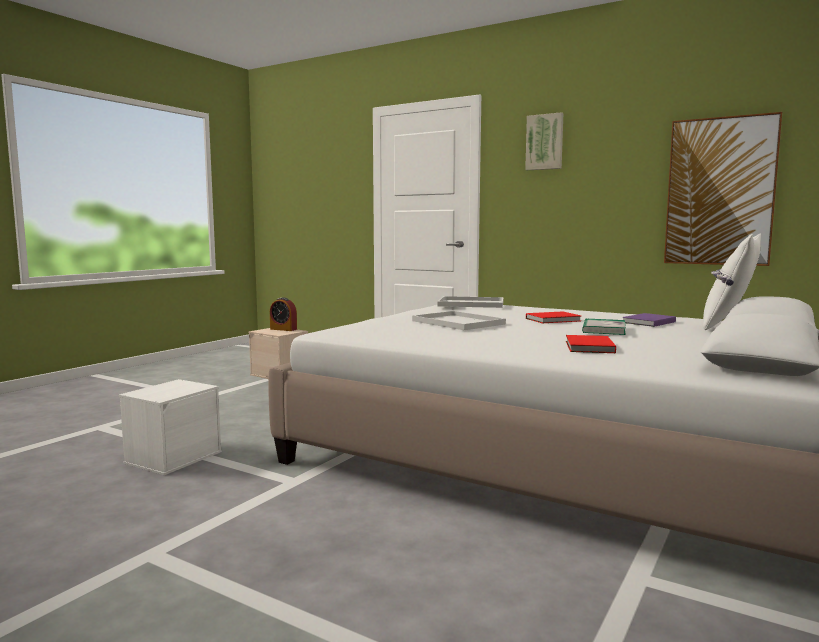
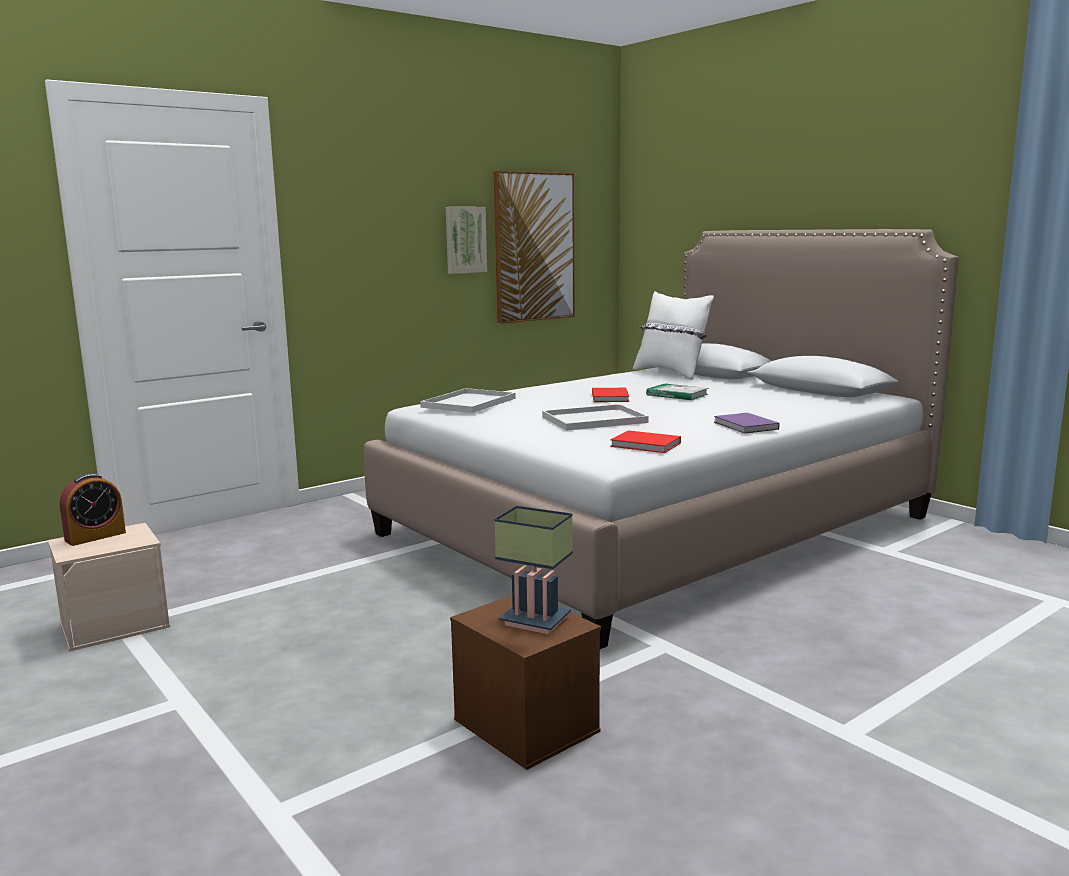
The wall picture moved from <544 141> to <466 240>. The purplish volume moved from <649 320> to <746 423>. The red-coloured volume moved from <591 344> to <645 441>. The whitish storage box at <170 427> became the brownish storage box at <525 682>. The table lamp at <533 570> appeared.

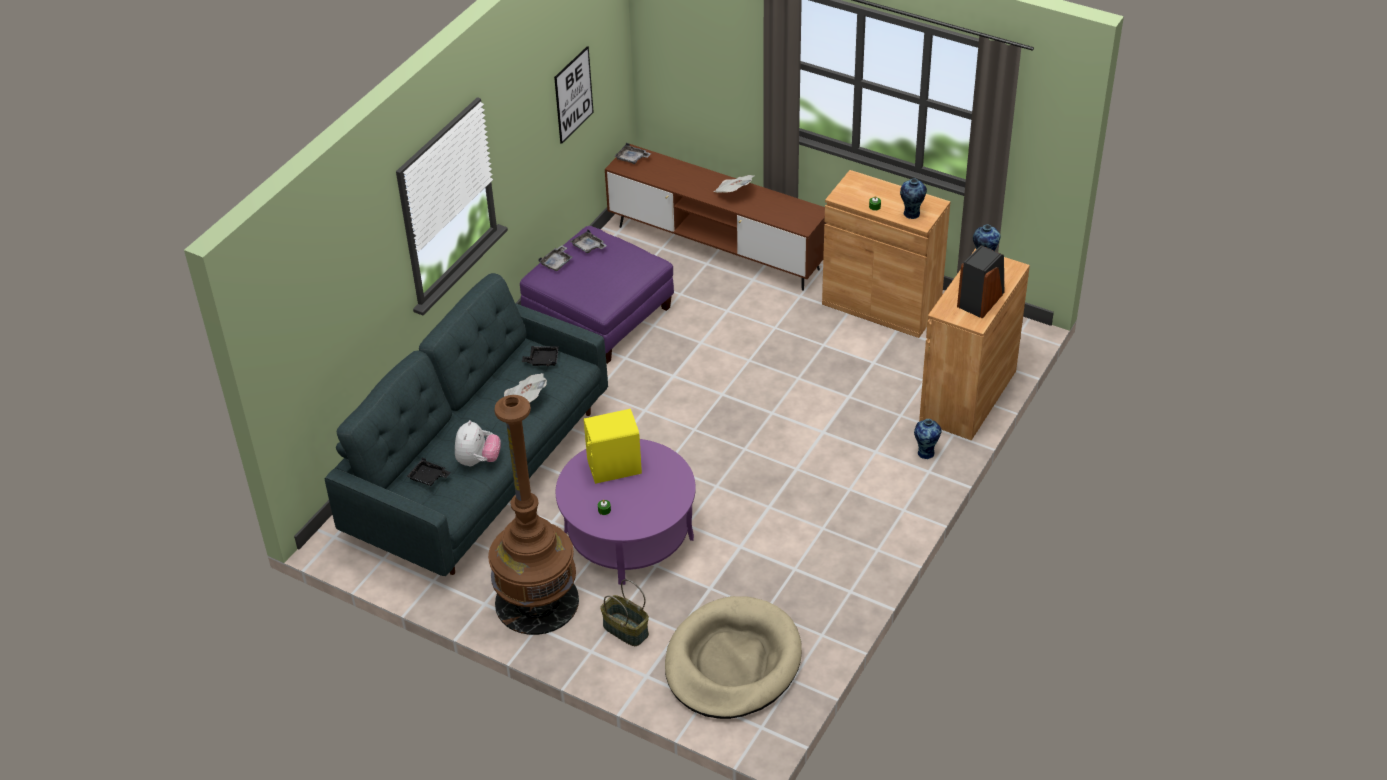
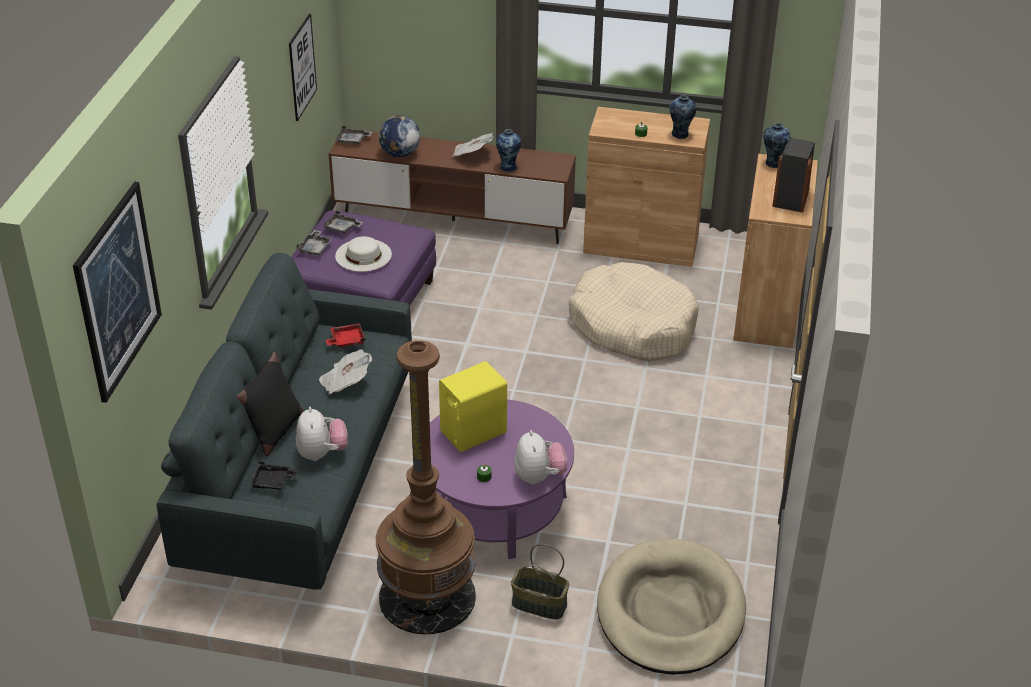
The blackish carrying tray at <540 356> became the red-coloured carrying tray at <346 335>. The decorative vase moved from <928 439> to <508 150>. The desk globe at <399 136> appeared. The wall picture at <117 292> appeared. The whitish wearable hat at <363 254> appeared. The beige-coloured dog cushion at <634 312> appeared. The blackish pillow at <270 404> appeared. The soft toy at <540 457> appeared.

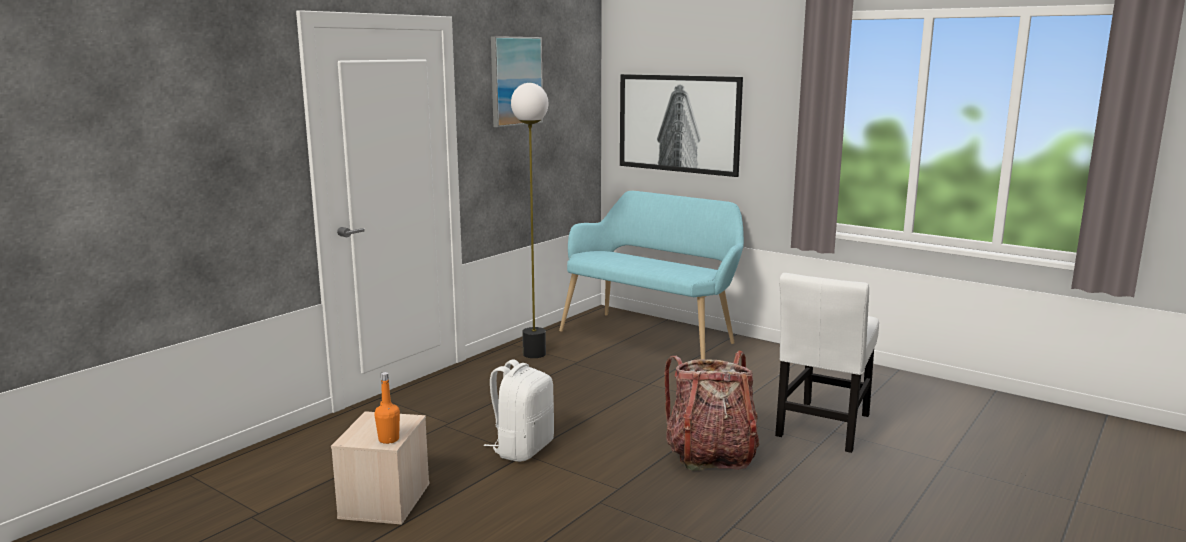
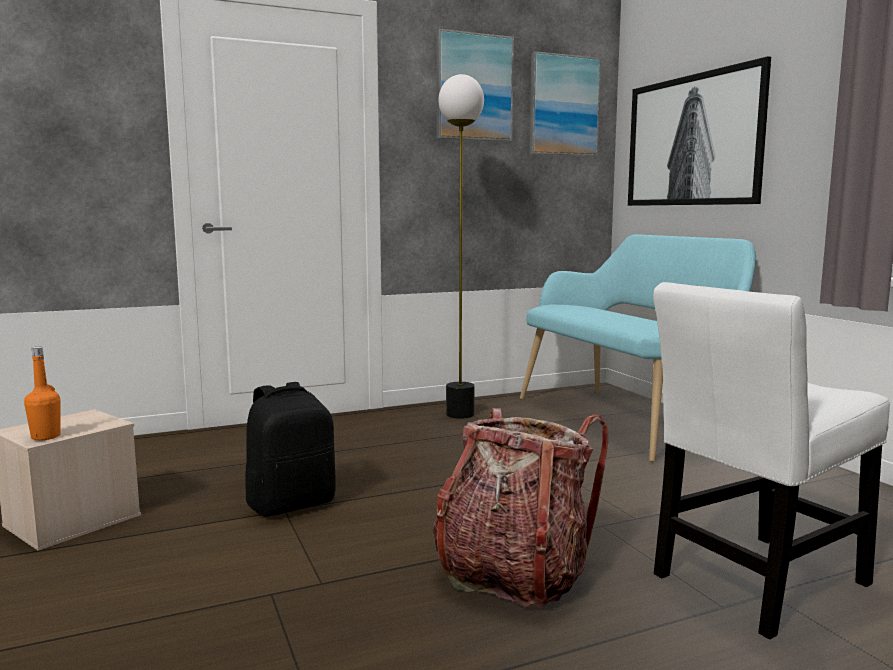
The whitish backpack at <519 410> became the blackish backpack at <290 449>. The wall picture at <565 103> appeared.

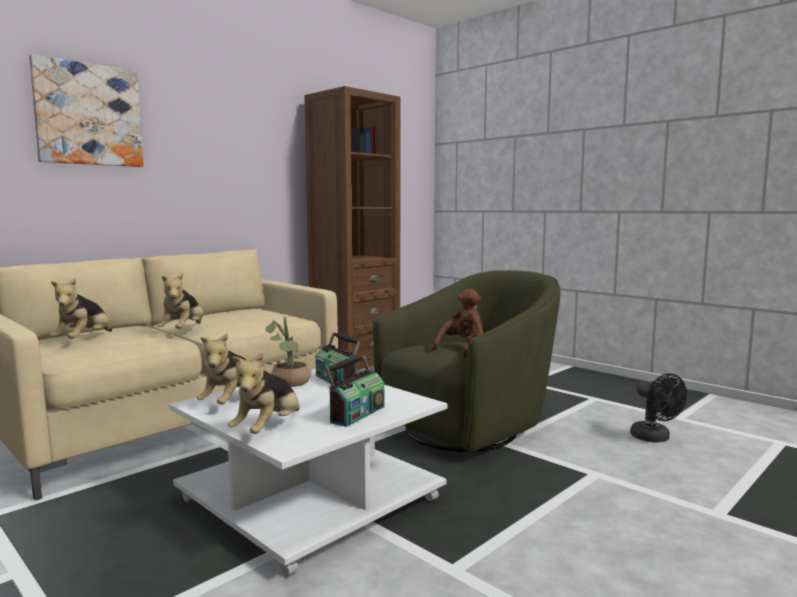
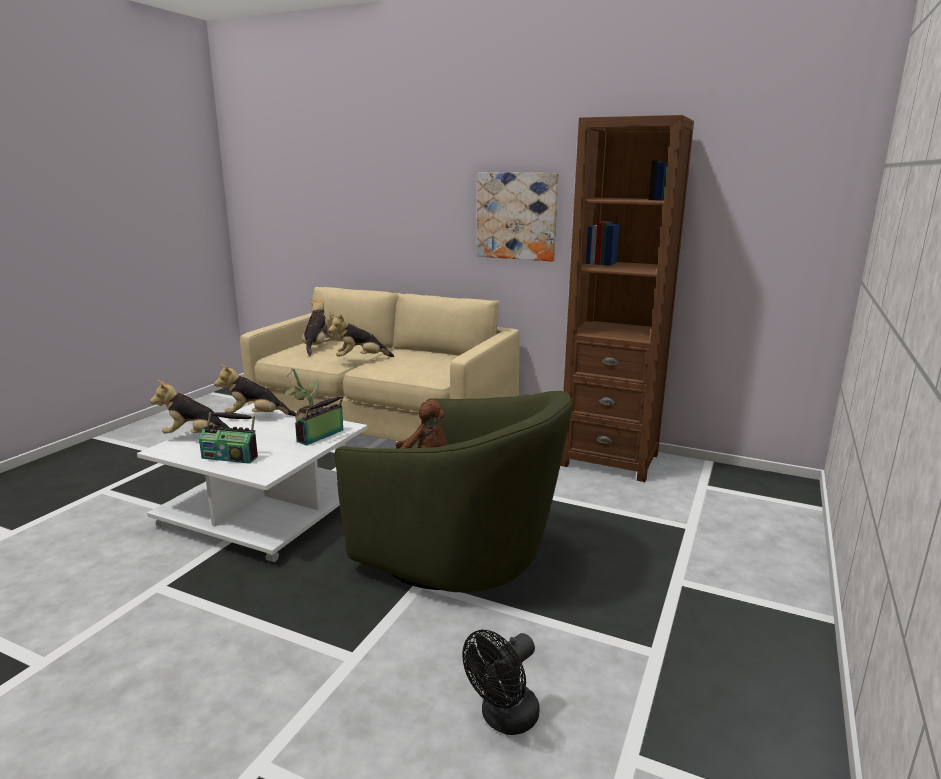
The wall picture moved from <86 110> to <518 216>. The soft toy at <81 308> turned 105 degrees clockwise.

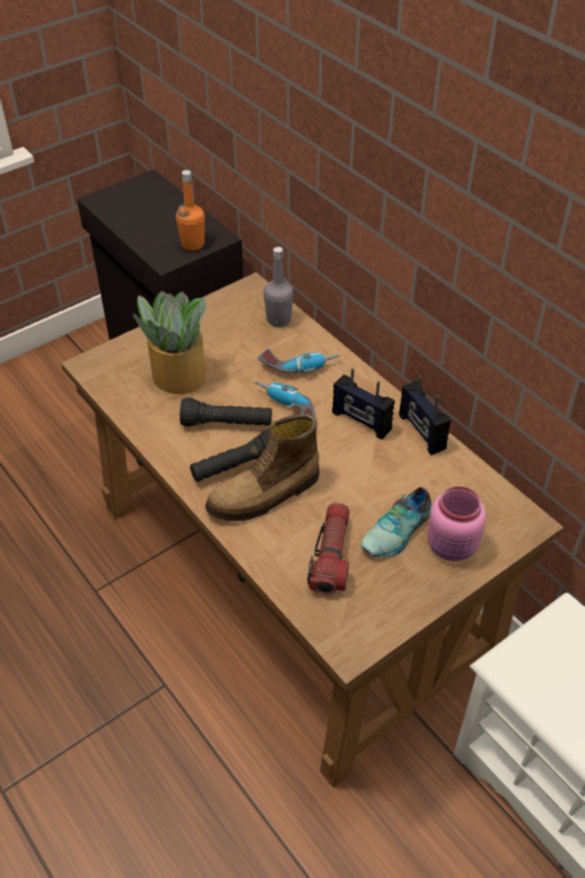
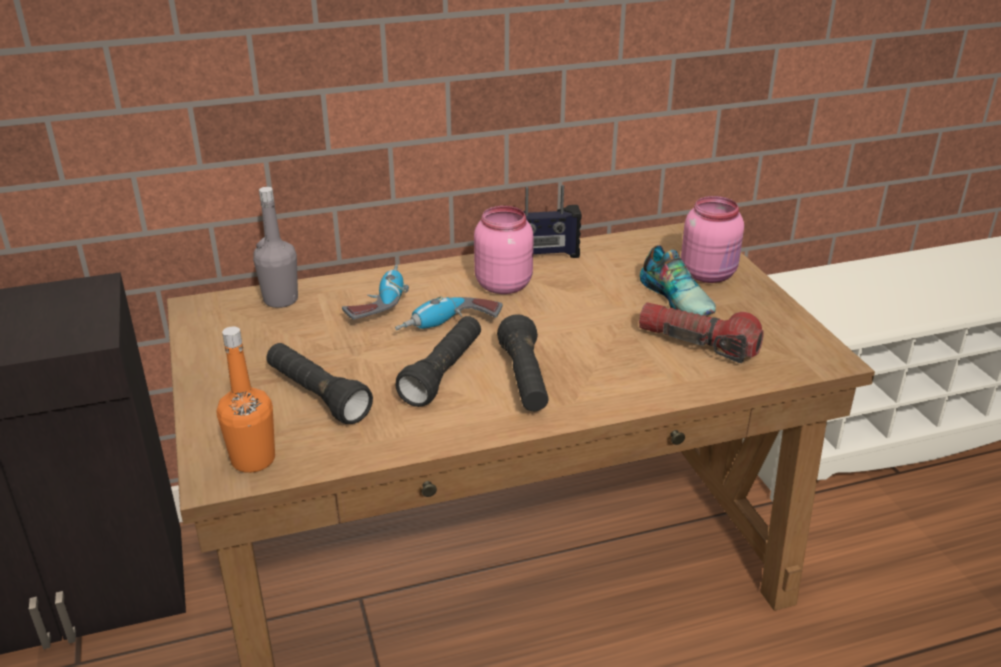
The orange bottle moved from <190 210> to <246 399>. The plant in a pot at <169 342> was replaced by the blackish torch at <320 383>. The radio at <363 403> was replaced by the pinkish storage jar at <504 250>. The tall boot at <262 467> disappeared.

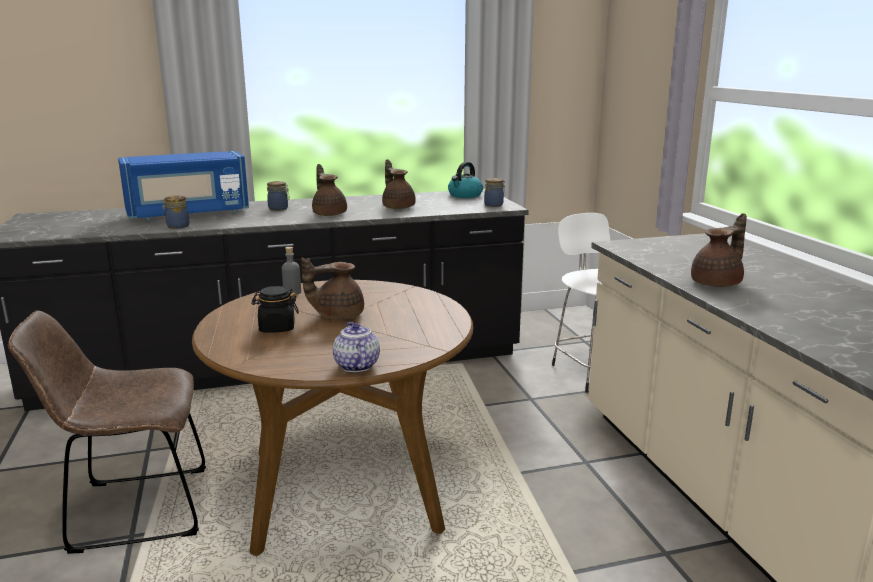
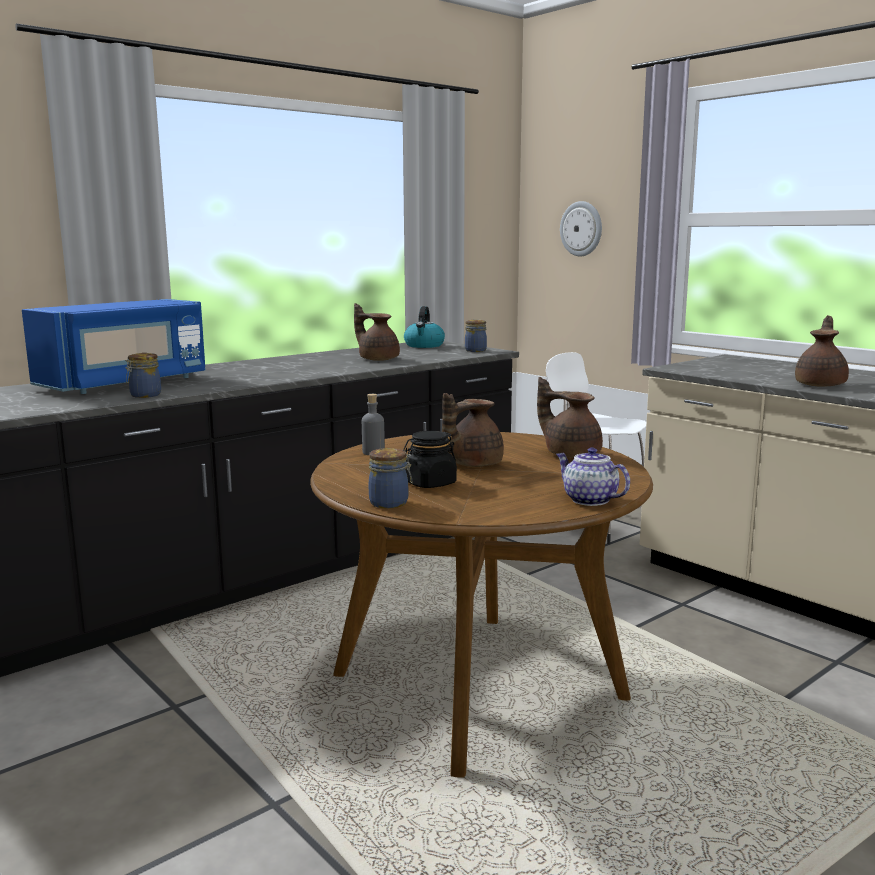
The brownish teapot moved from <329 190> to <570 417>. The storage jar moved from <278 196> to <390 478>. The brownish plain chair at <107 432> disappeared. The wall clock at <581 229> appeared.

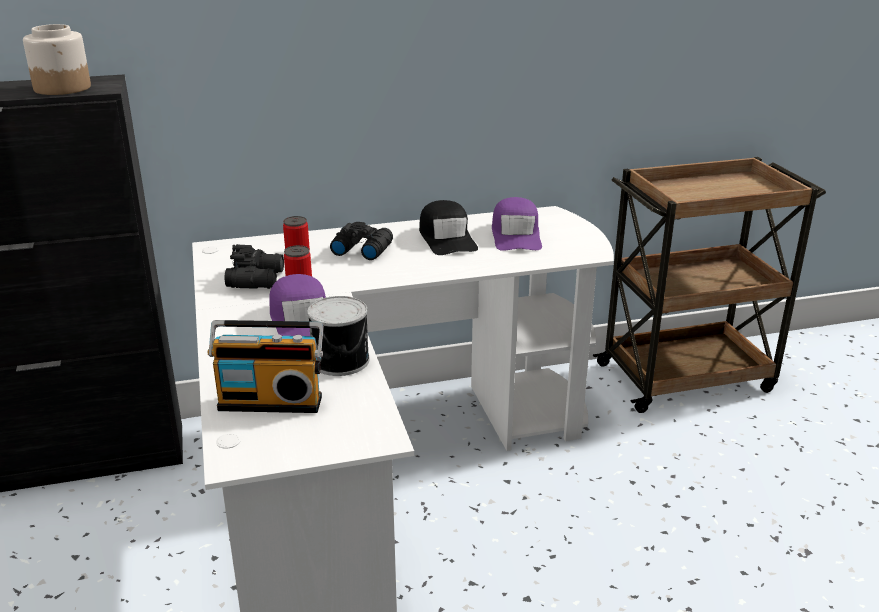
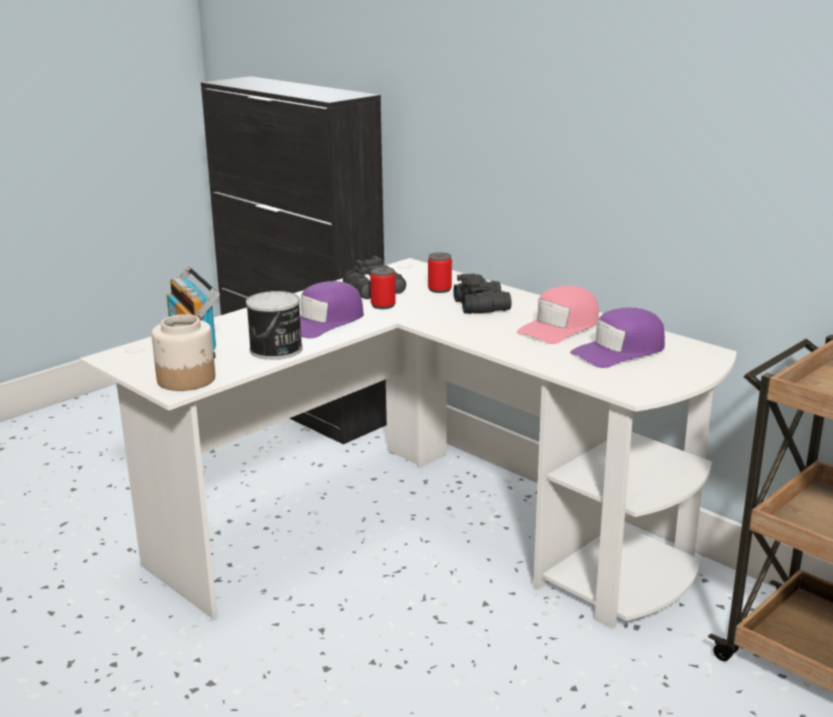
The storage jar moved from <57 59> to <183 352>. The blackish baseball cap at <448 227> became the pinkish baseball cap at <558 315>.

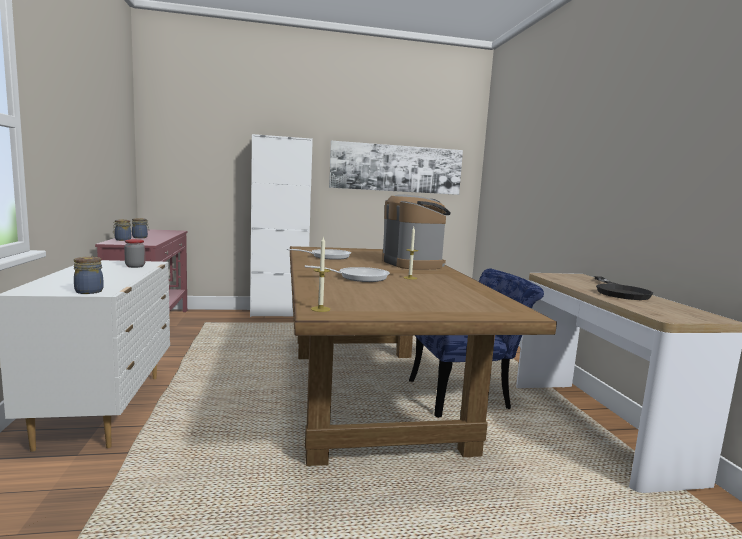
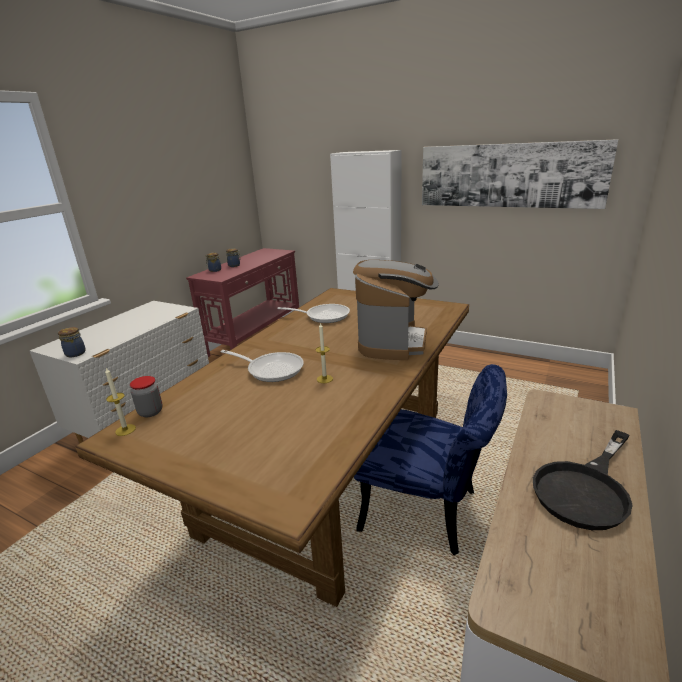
The storage jar moved from <134 253> to <146 396>.

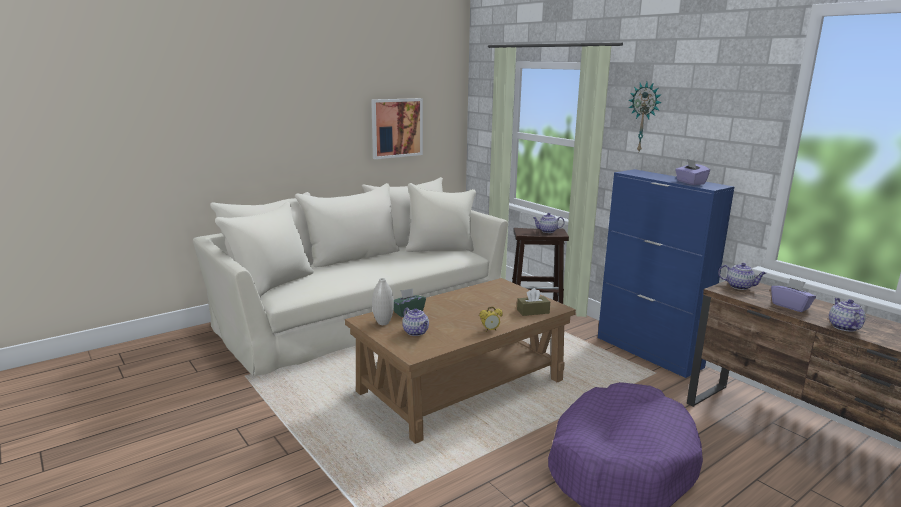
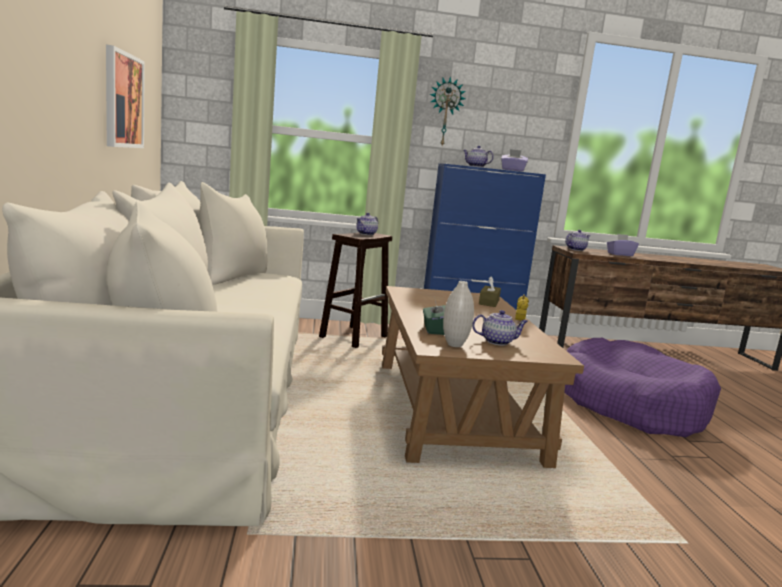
The teapot moved from <847 315> to <478 156>.

